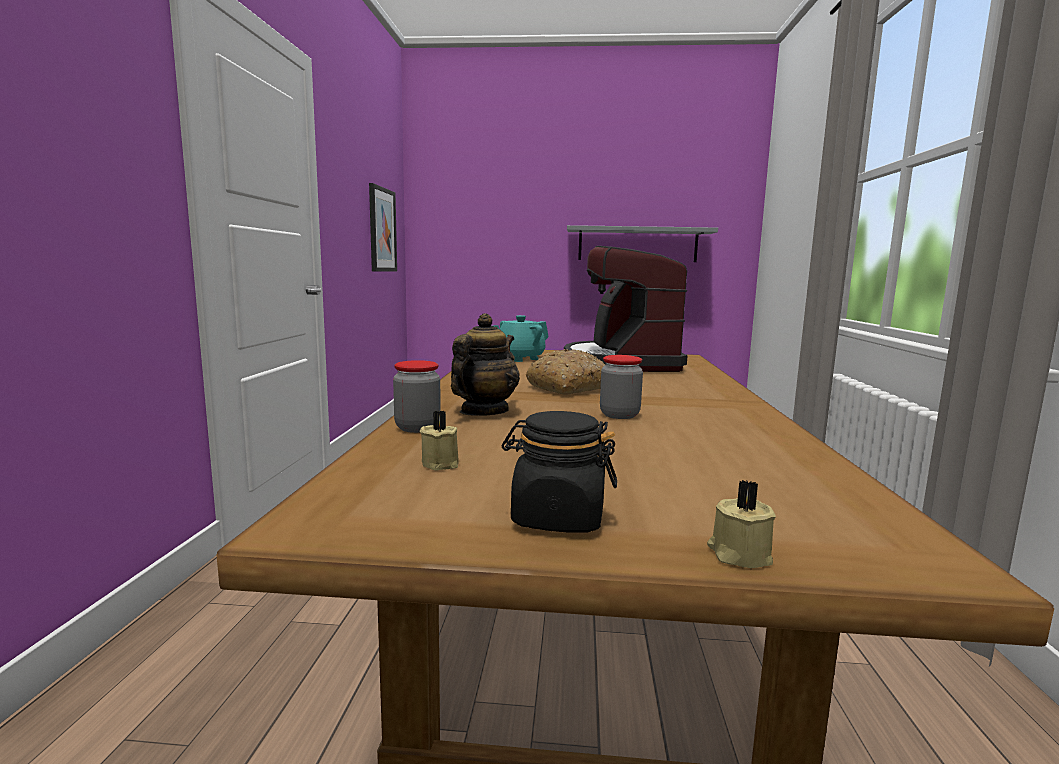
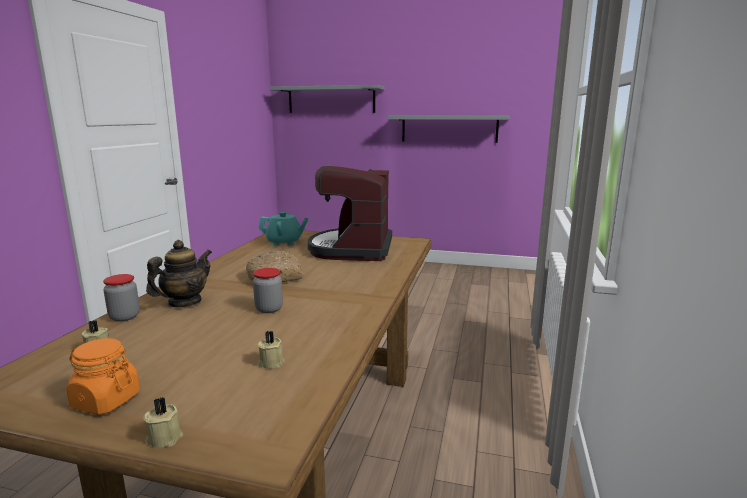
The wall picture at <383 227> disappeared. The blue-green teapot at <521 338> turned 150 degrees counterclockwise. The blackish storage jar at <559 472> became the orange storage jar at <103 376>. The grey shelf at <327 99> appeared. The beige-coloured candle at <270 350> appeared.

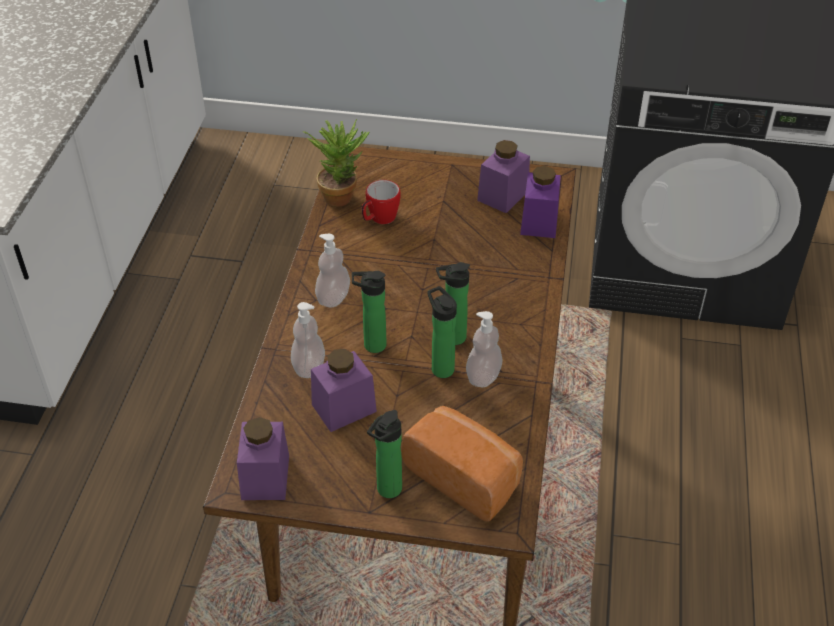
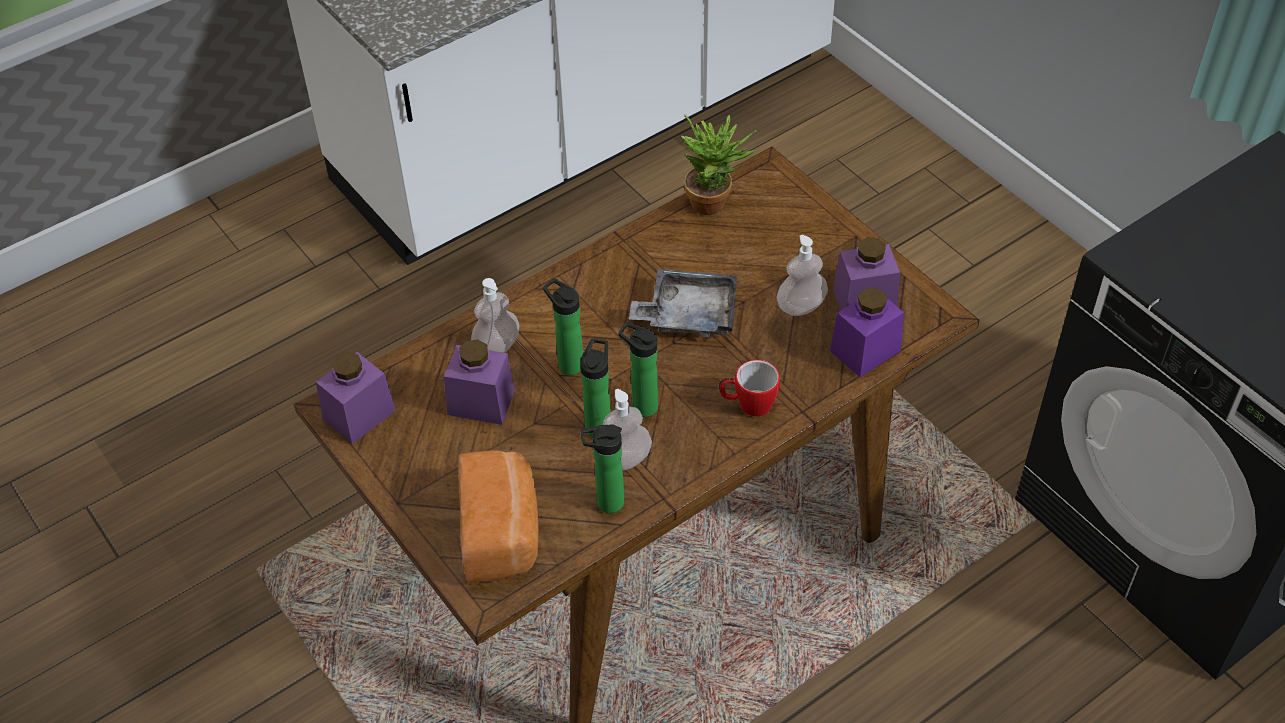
The coffee mug moved from <381 202> to <749 388>. The soap dispenser moved from <332 271> to <802 275>. The bottle moved from <384 454> to <602 468>. The grey carrying tray at <683 303> appeared.

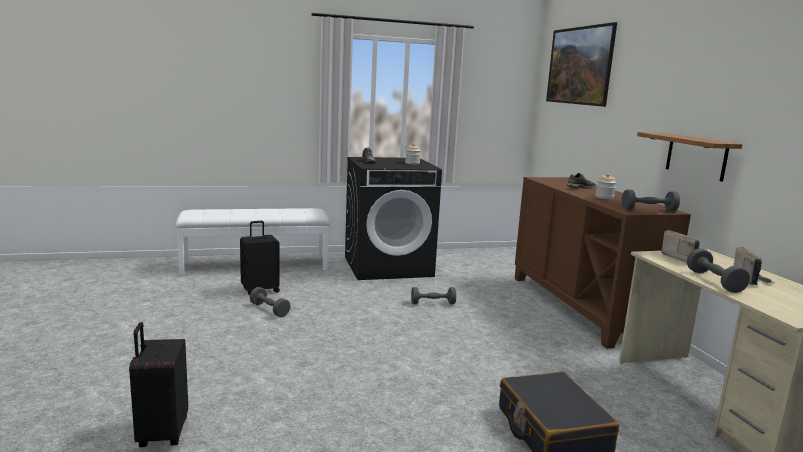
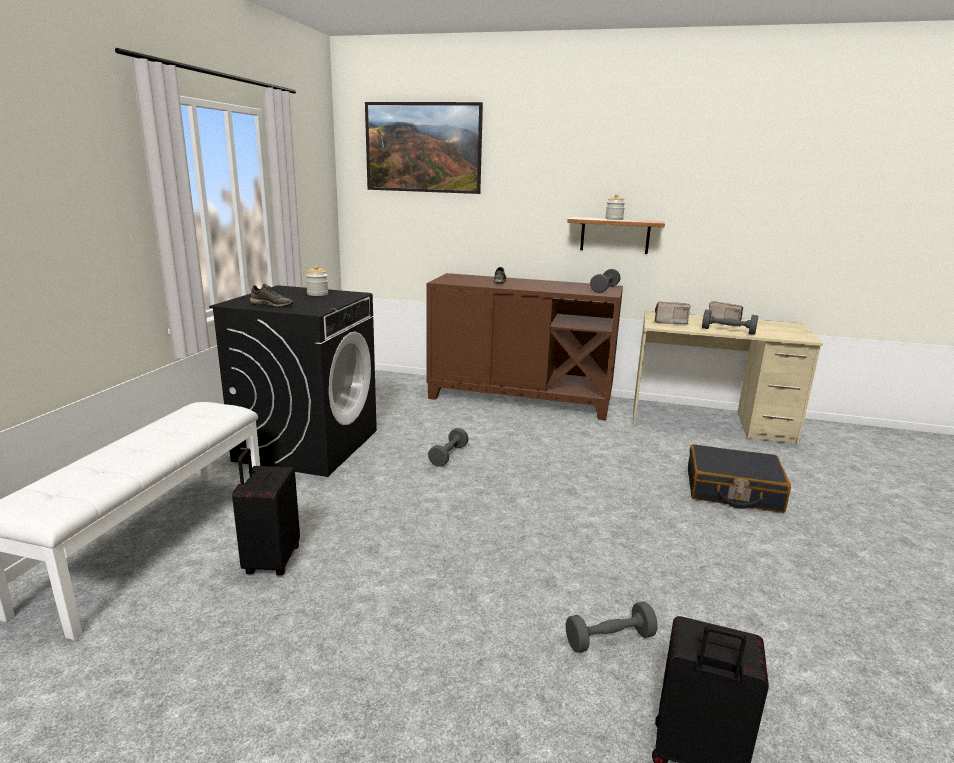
The storage jar moved from <605 186> to <615 207>. The grey free weight moved from <270 302> to <612 627>.

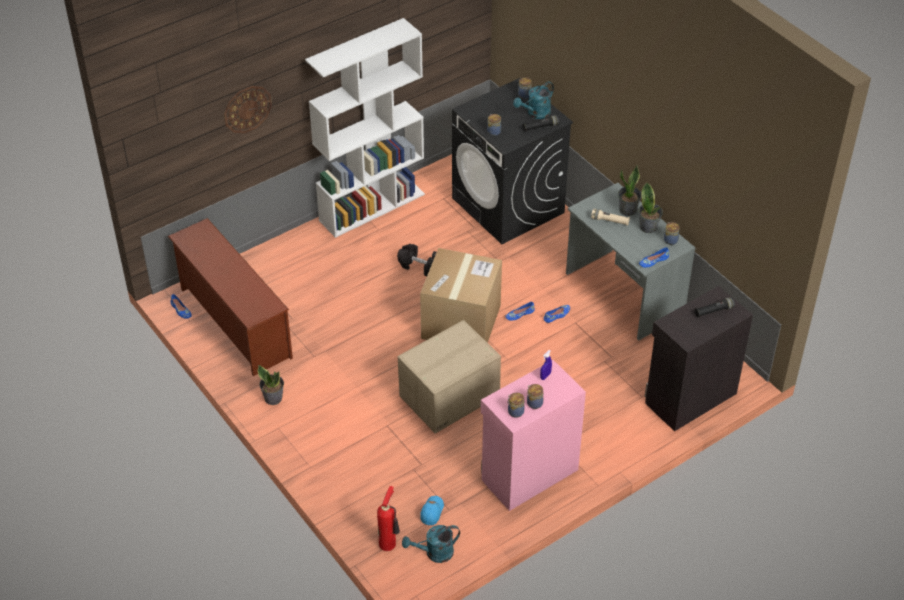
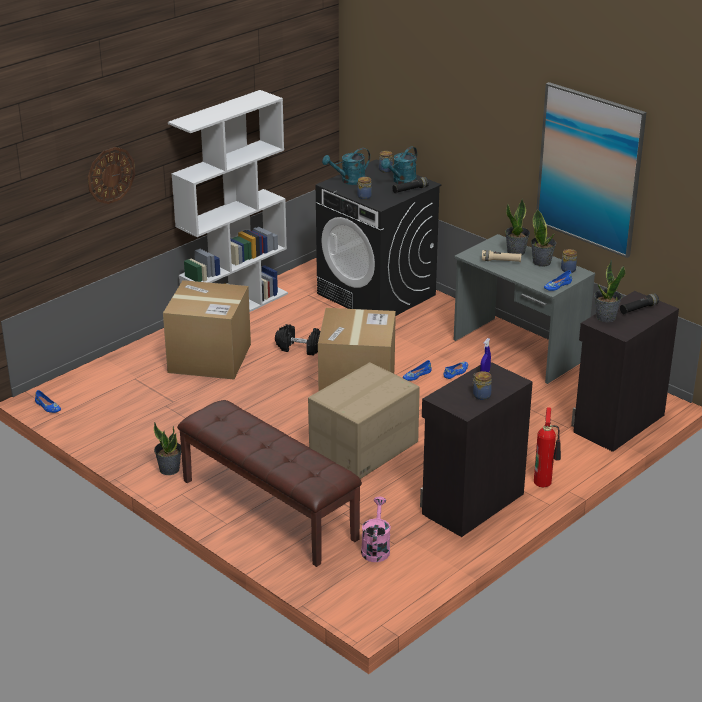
The brownish shoe shelf at <230 297> disappeared. The pinkish cabinet at <533 435> became the blackish cabinet at <476 449>. The storage jar at <516 405> disappeared. The fire-fighting cylinder moved from <388 518> to <547 447>. The bluish baseball cap at <432 511> was replaced by the pinkish sprinkling can at <376 529>. The blue-green sprinkling can moved from <431 544> to <346 166>. The wall picture at <591 170> appeared. The plant in a pot at <610 291> appeared. The carton at <207 329> appeared. The brownish indoor bench at <269 483> appeared.

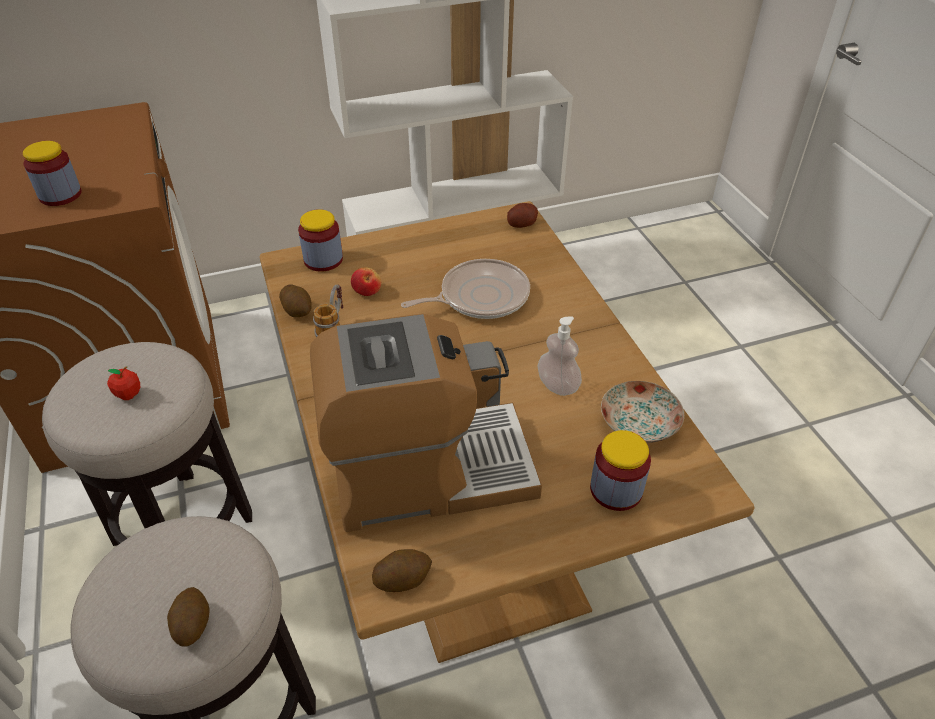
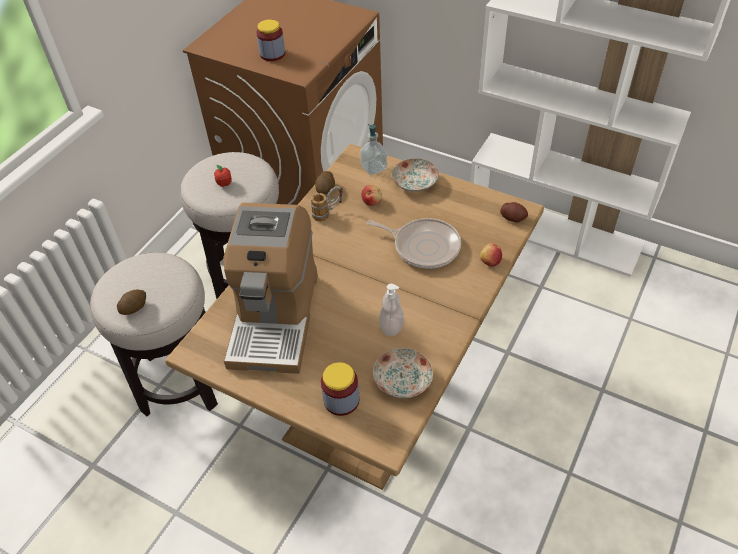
The storage jar at <320 240> was replaced by the soap dispenser at <373 149>. The coffee maker at <426 422> turned 60 degrees clockwise. The spud at <402 570> disappeared. The dinner plate at <415 175> appeared. The whole apple at <491 254> appeared.

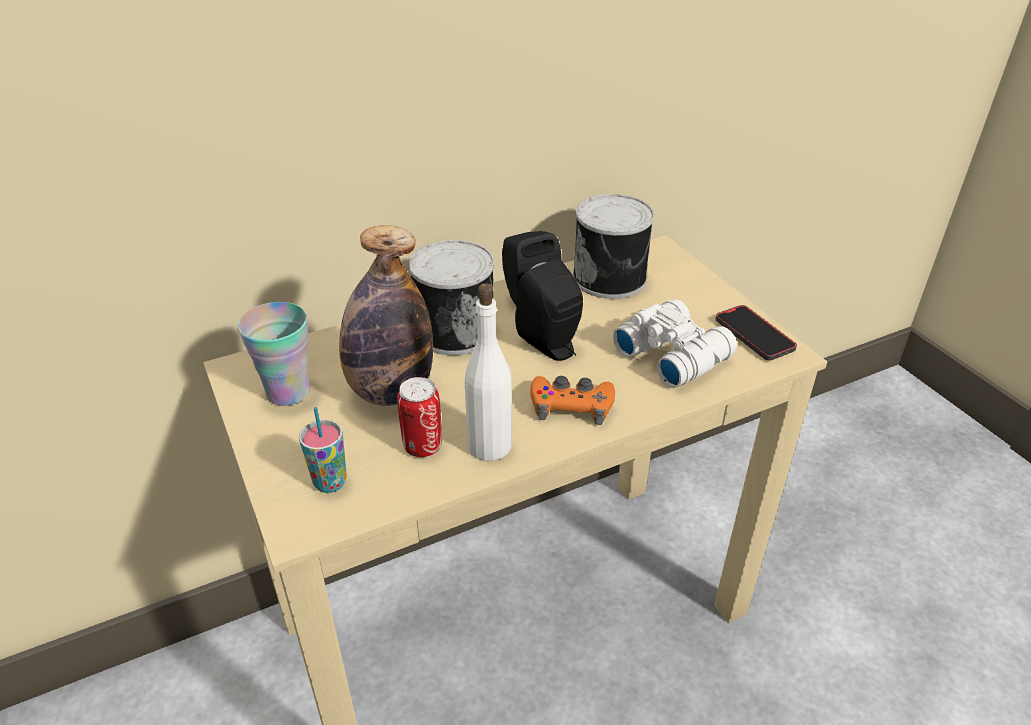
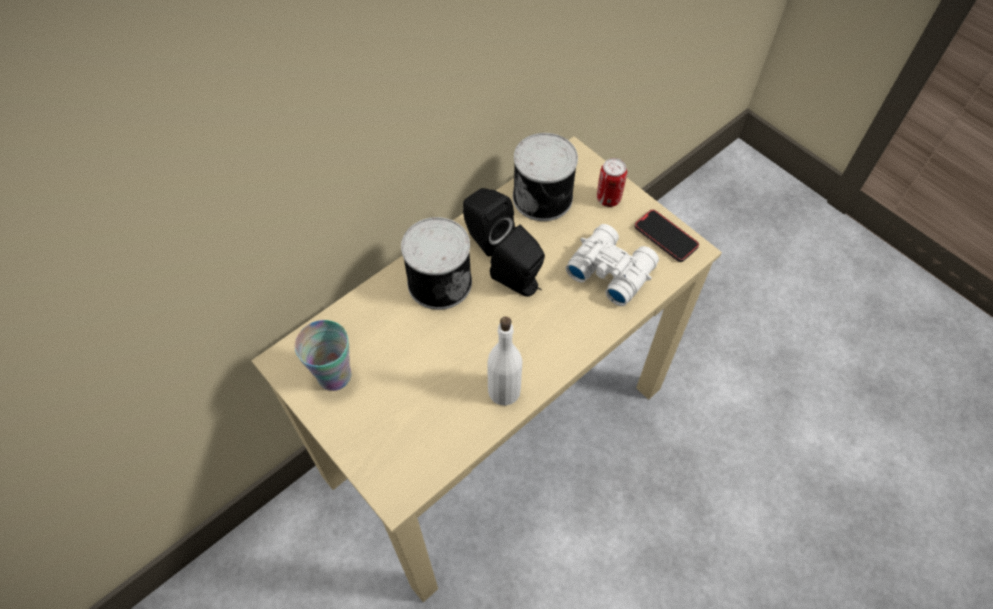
The bottle at <386 315> disappeared. The orange gamepad at <572 400> disappeared. The sealed can moved from <419 417> to <612 182>. The cup at <323 450> disappeared.

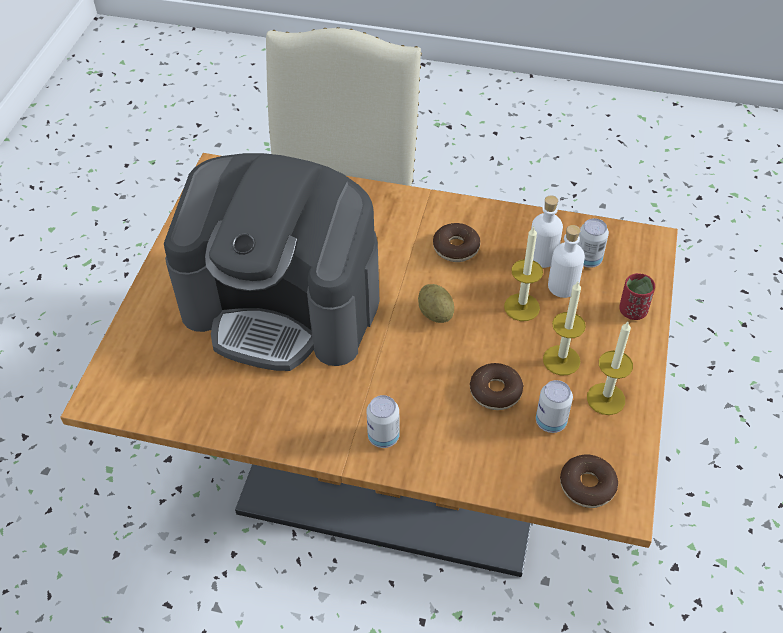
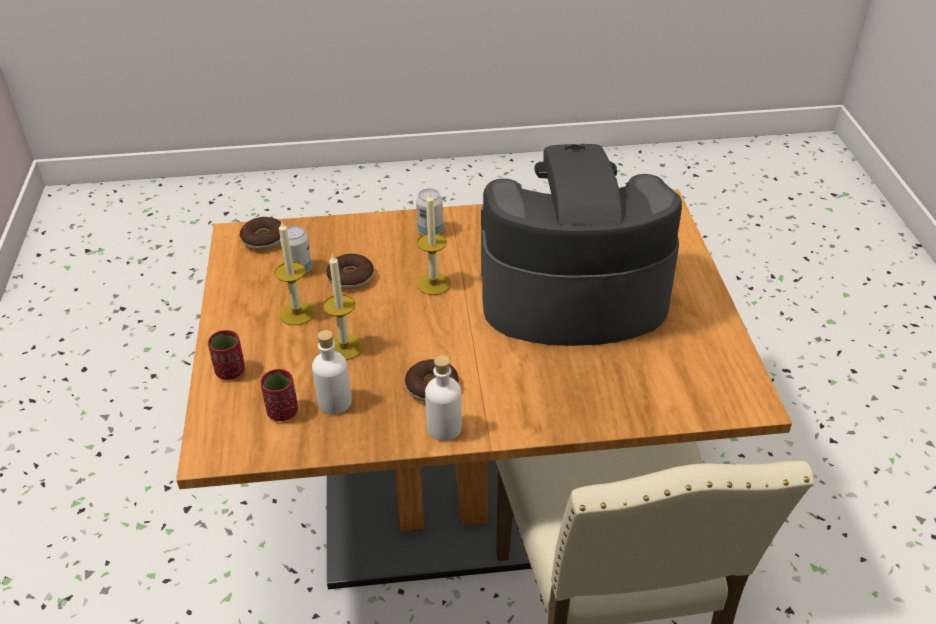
The sealed can at <593 243> was replaced by the red-coloured cup at <279 395>. The whitish bottle moved from <566 261> to <443 398>. The spud at <436 303> disappeared. The candle moved from <610 368> to <434 243>.

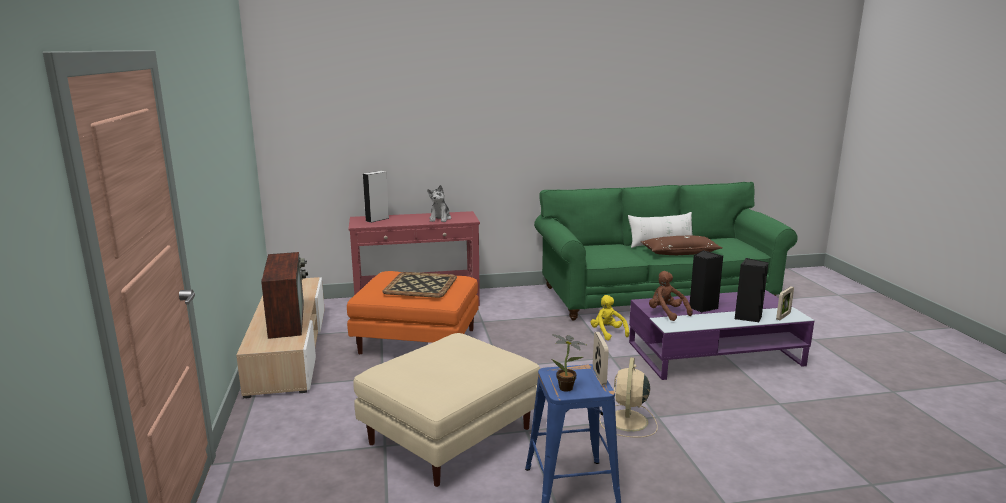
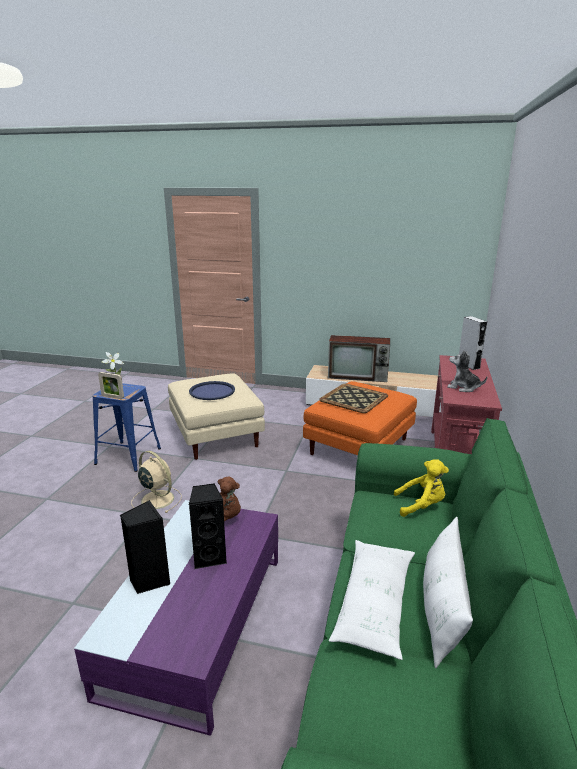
The brownish pillow at <681 245> became the whitish pillow at <372 600>. The standing frame at <785 303> disappeared. The yellowish soft toy moved from <609 318> to <421 488>. The bluish carrying tray at <212 390> appeared.

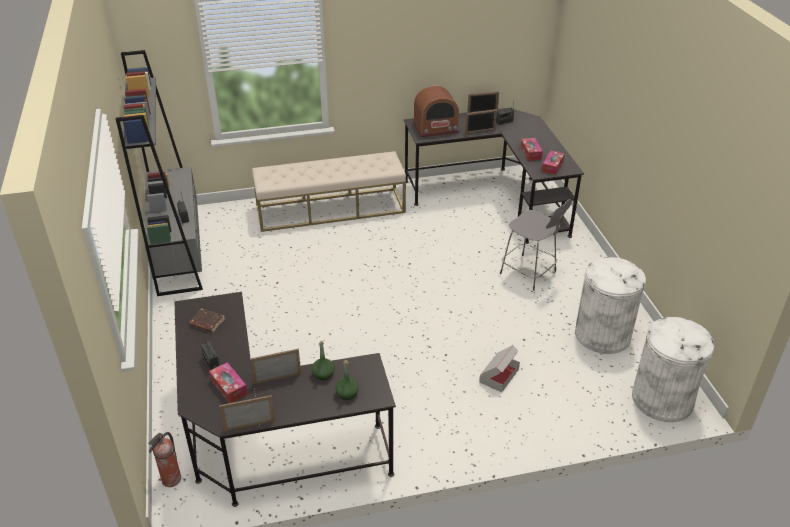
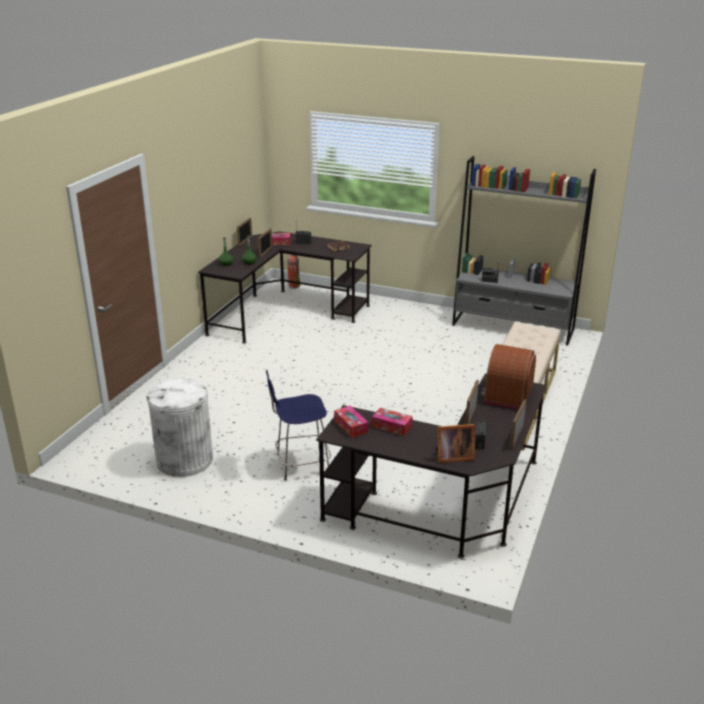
The grey stool seat at <536 245> became the bluish stool seat at <298 425>. The whitish trash can at <673 369> disappeared. The carton at <499 368> disappeared. The standing frame at <455 443> appeared.

